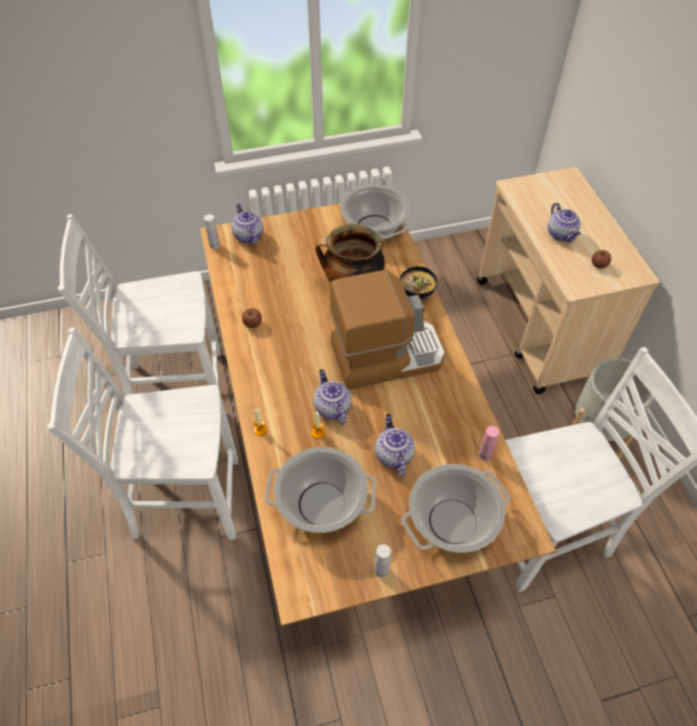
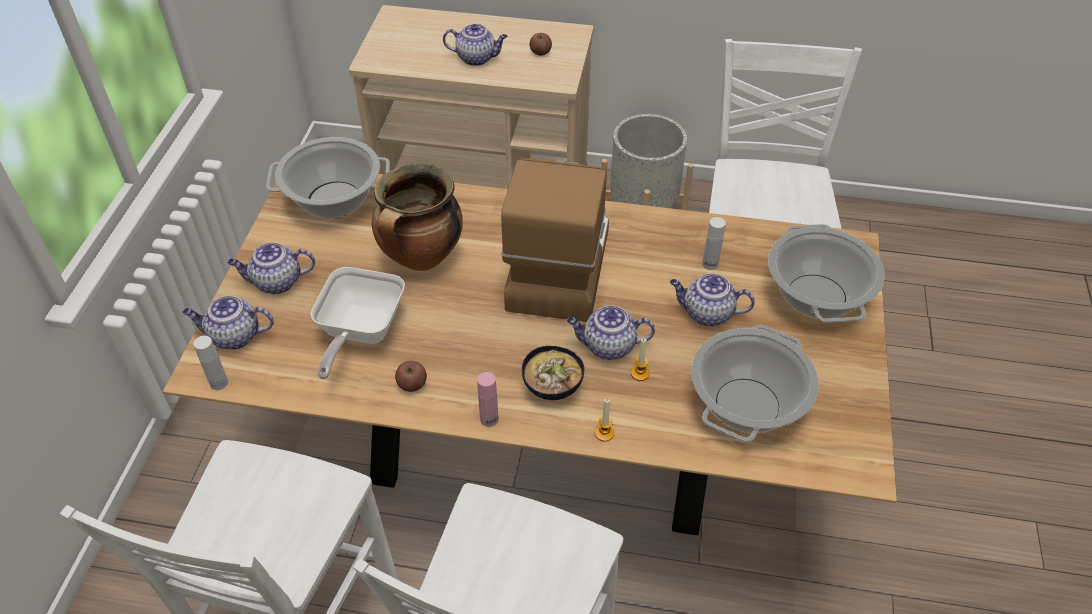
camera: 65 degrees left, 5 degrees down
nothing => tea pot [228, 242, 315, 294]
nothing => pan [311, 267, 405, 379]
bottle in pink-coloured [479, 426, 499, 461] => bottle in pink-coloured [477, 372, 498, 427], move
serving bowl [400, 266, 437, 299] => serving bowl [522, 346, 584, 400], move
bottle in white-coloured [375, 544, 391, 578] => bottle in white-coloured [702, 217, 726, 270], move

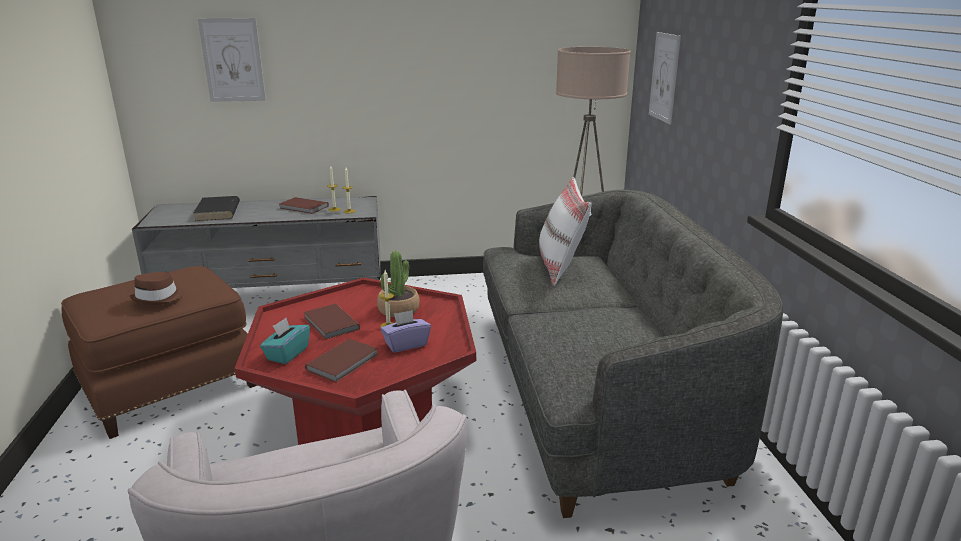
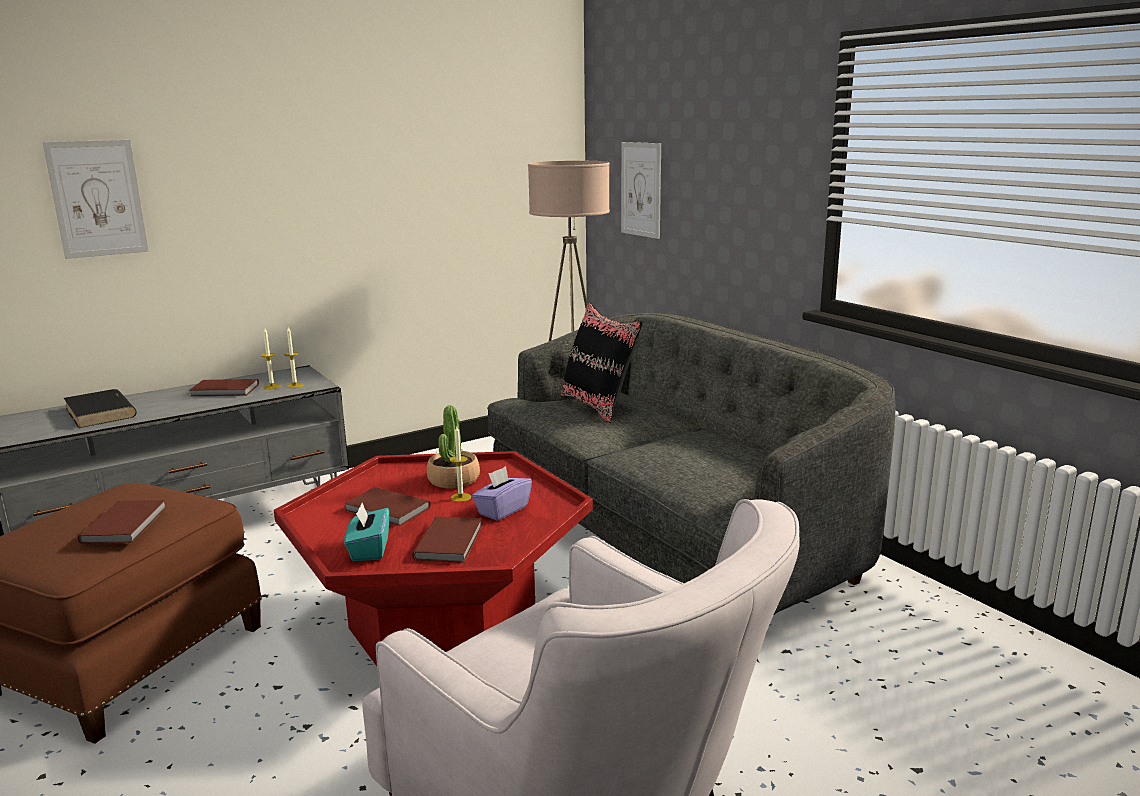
camera: 25 degrees left, 5 degrees down
hat in brownish [129, 272, 184, 305] => bound book in brownish [78, 500, 166, 544]
cushion in white-coloured [539, 177, 592, 286] => cushion in black [561, 303, 643, 423]

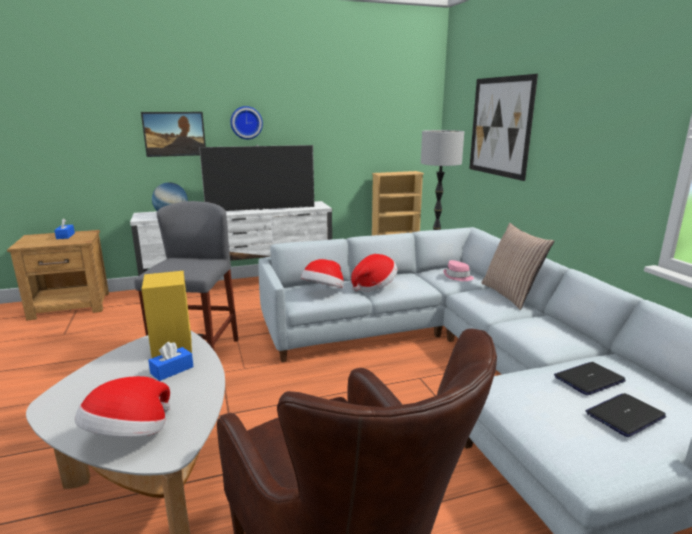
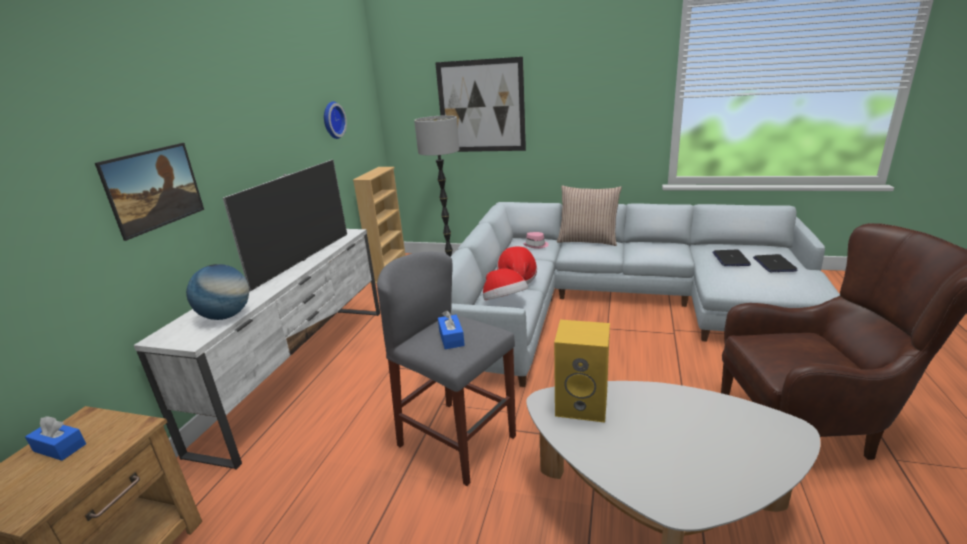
camera: 55 degrees left, 5 degrees up
clock on the wall [230, 106, 263, 139] => clock on the wall [324, 101, 347, 139], move
box of tissues in bluish [148, 342, 194, 381] => box of tissues in bluish [438, 310, 465, 349], move
hat [74, 376, 170, 437] => nothing

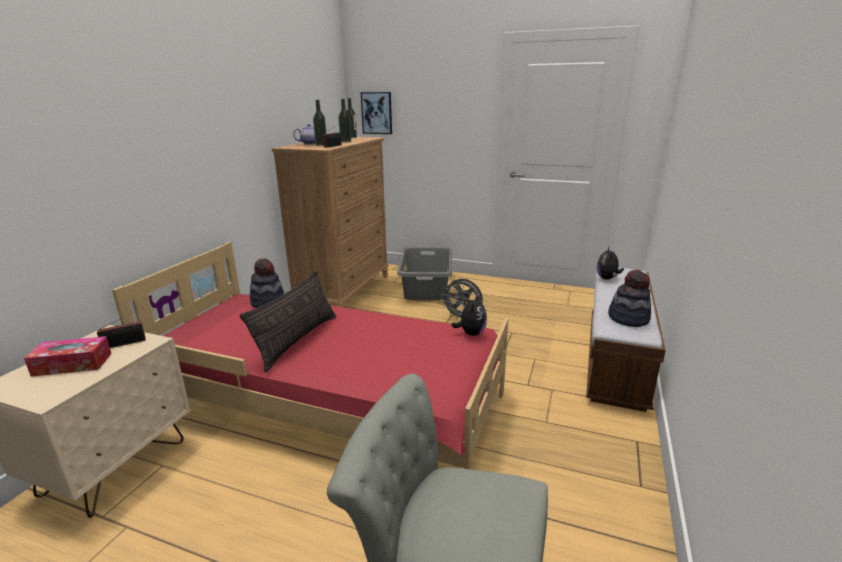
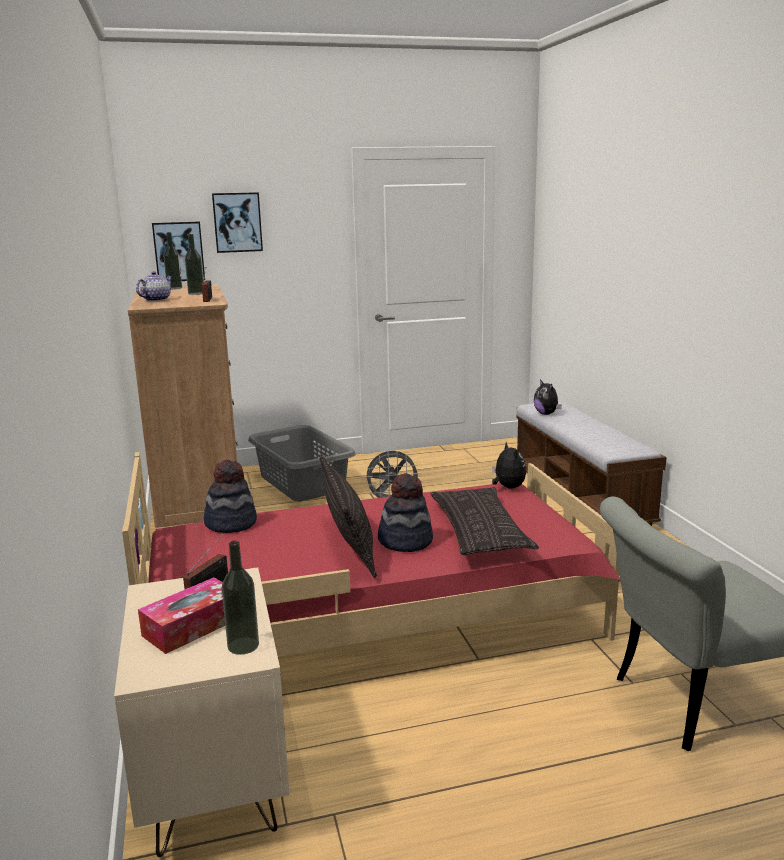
camera: 35 degrees left, 5 degrees down
nothing => wall art [212, 192, 263, 253]
bottle [313, 100, 326, 146] => bottle [222, 541, 259, 655], move
hat [608, 269, 651, 327] => hat [378, 473, 433, 552], move
nothing => cushion [430, 487, 539, 555]

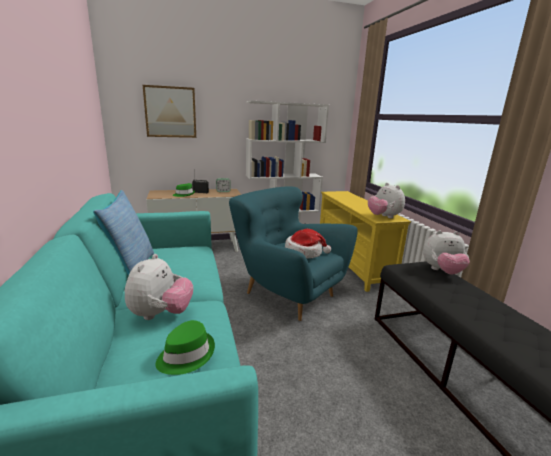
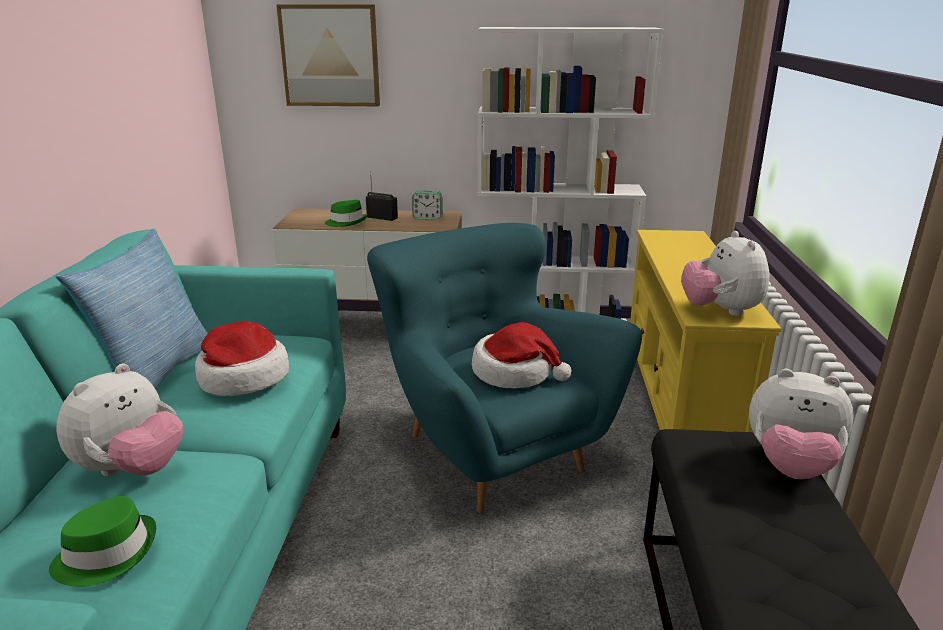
camera: 20 degrees right, 5 degrees up
nothing => hat [195, 321, 289, 396]

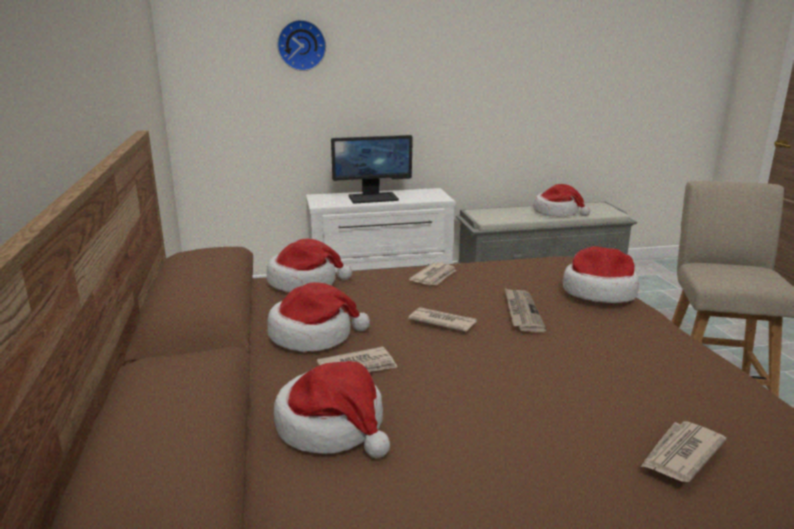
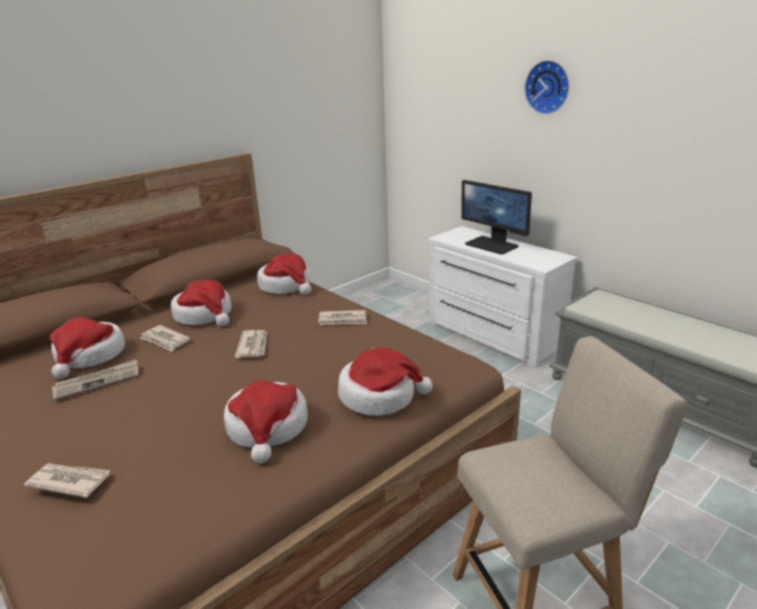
camera: 60 degrees right, 5 degrees up
newspaper [505, 288, 546, 332] => newspaper [52, 359, 139, 400], move
hat [533, 184, 590, 216] => hat [224, 380, 308, 464], move
clock on the wall [277, 20, 326, 71] => clock on the wall [525, 60, 569, 114], move

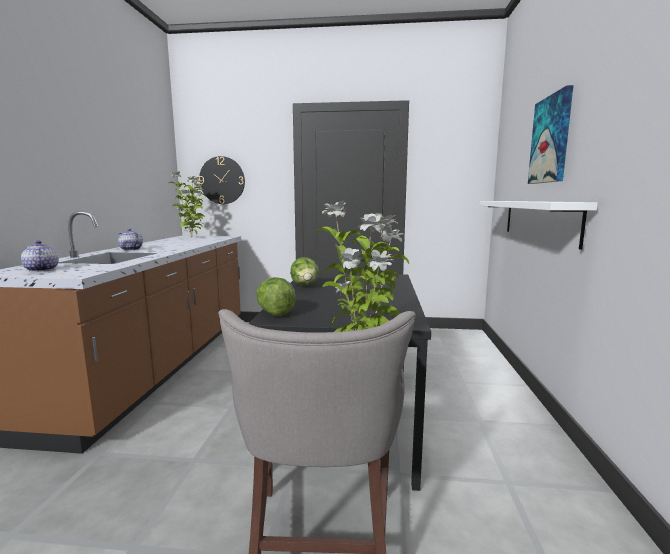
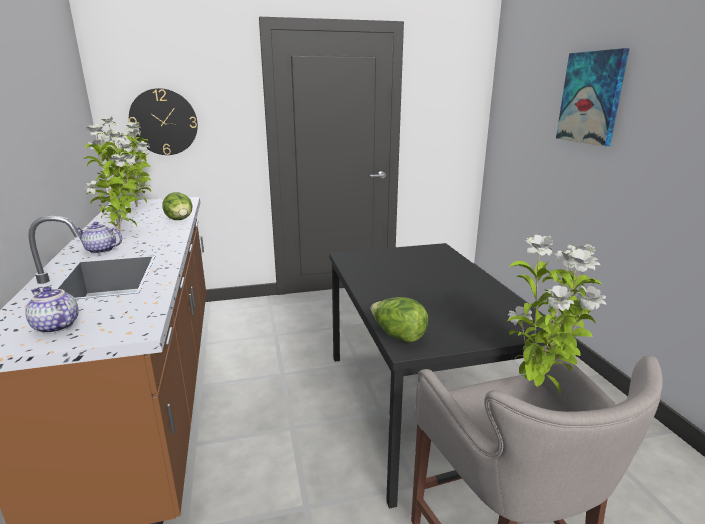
camera: 20 degrees left, 10 degrees up
nothing => plant in a pot [84, 124, 141, 231]
head of lettuce [290, 257, 319, 286] => head of lettuce [163, 192, 193, 220], move
wall shelf in white-coloured [480, 201, 598, 250] => nothing

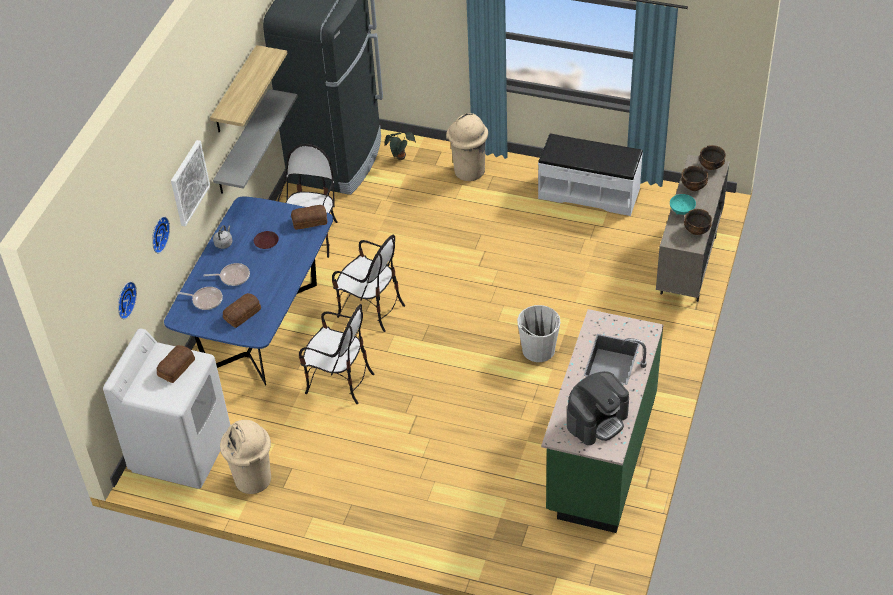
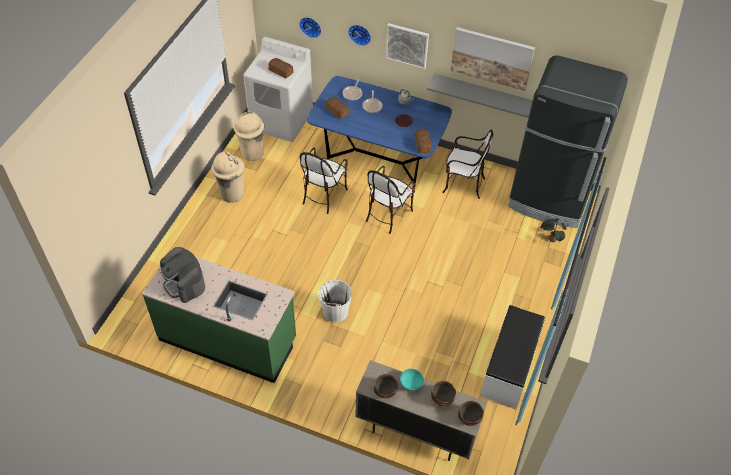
camera: 90 degrees right, 5 degrees up
rubbish bin in beige-coloured [446, 113, 488, 181] => rubbish bin in beige-coloured [211, 151, 244, 203], move
wall shelf [210, 45, 287, 132] => wall art [450, 27, 535, 91]

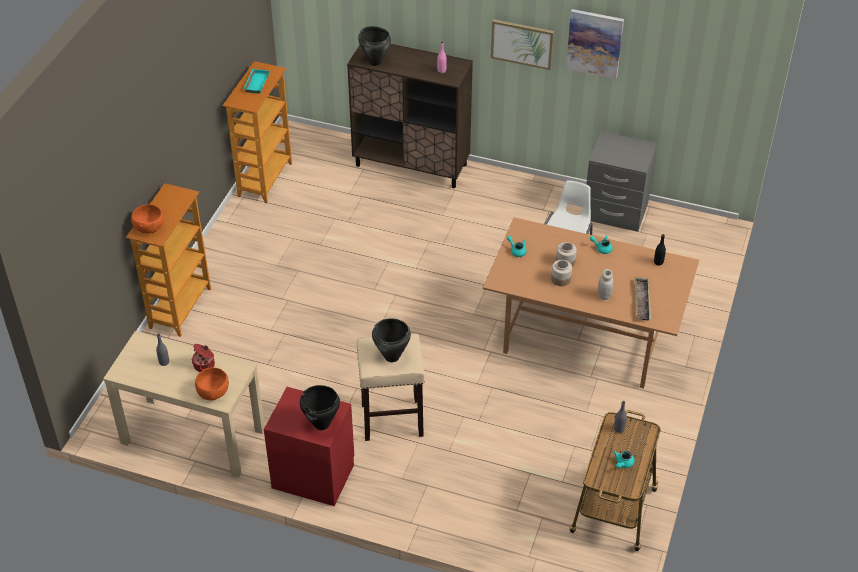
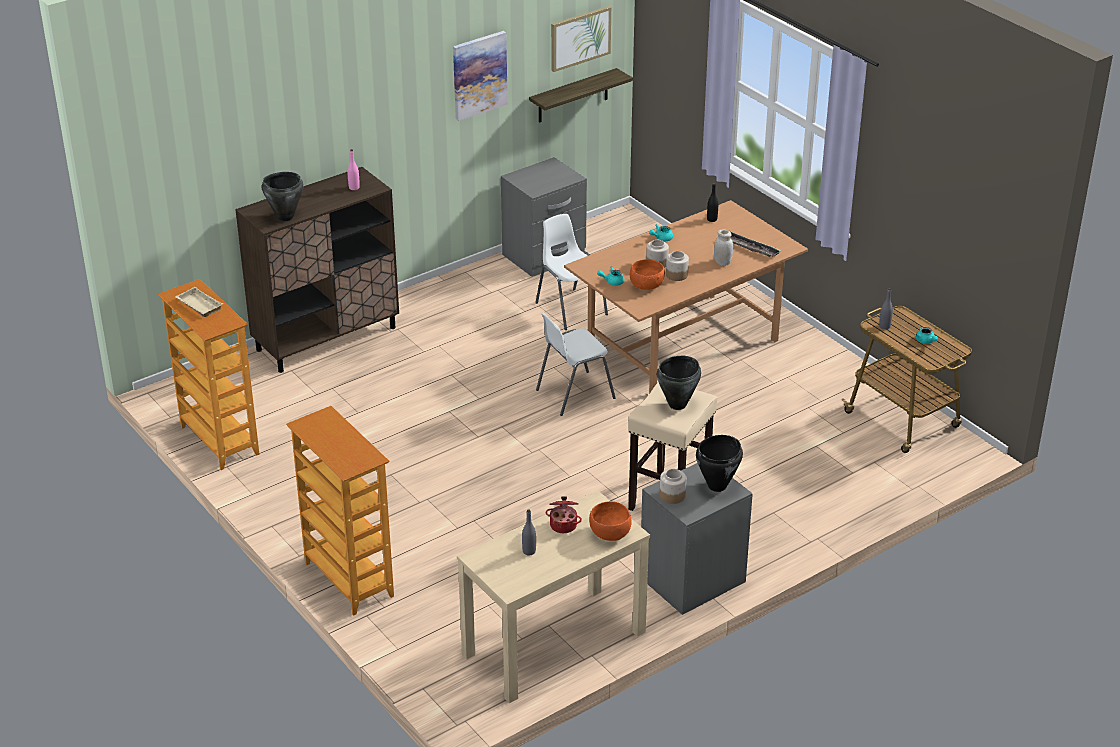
camera: 55 degrees left, 10 degrees down
carrying tray in turquoise-coloured [243, 69, 270, 94] => carrying tray in beige-coloured [175, 287, 223, 317]
nothing => wall shelf [529, 68, 633, 123]
nothing => chair in white-coloured [536, 313, 616, 416]
wall art [491, 19, 554, 70] => wall art [551, 6, 611, 72], move
serving bowl in orangey [131, 205, 164, 234] => serving bowl in orangey [630, 259, 665, 290], move
nightstand in red-coloured [264, 387, 354, 506] => nightstand in gray [641, 463, 753, 615]
nothing => storage jar [660, 469, 686, 504]

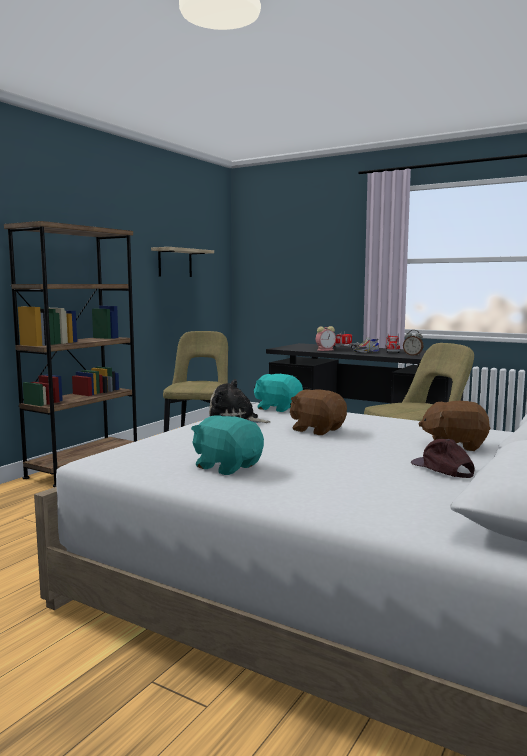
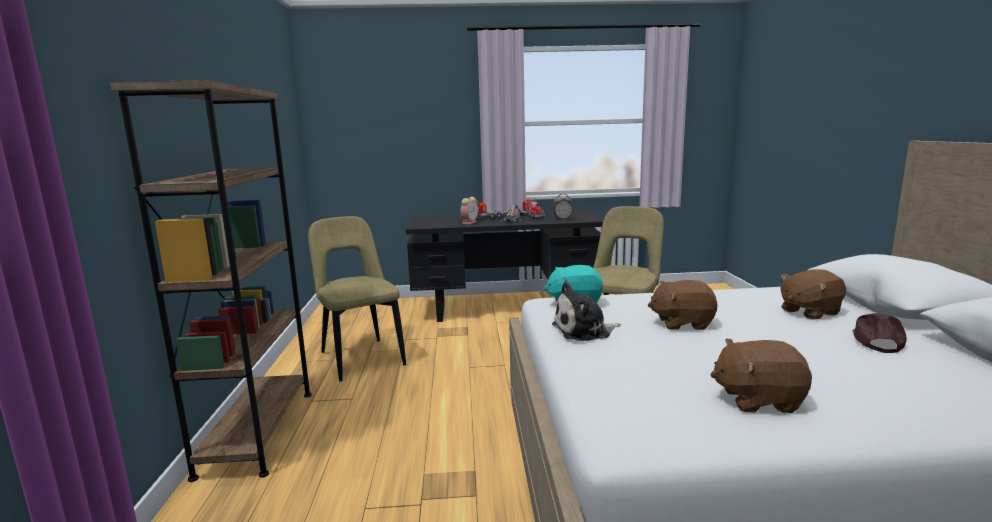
camera: 35 degrees left, 5 degrees up
plush toy in turquoise-coloured [191, 416, 264, 475] => plush toy in brownish [710, 338, 812, 413]
peaked cap in brownish [411, 439, 475, 478] => peaked cap in brownish [853, 313, 907, 353], 90 degrees clockwise
wall shelf [151, 247, 214, 277] => nothing

